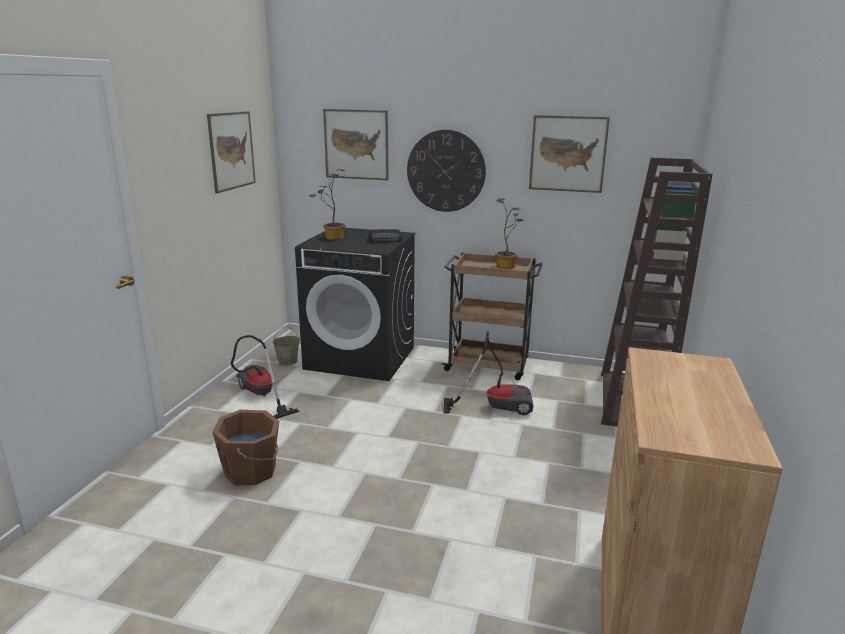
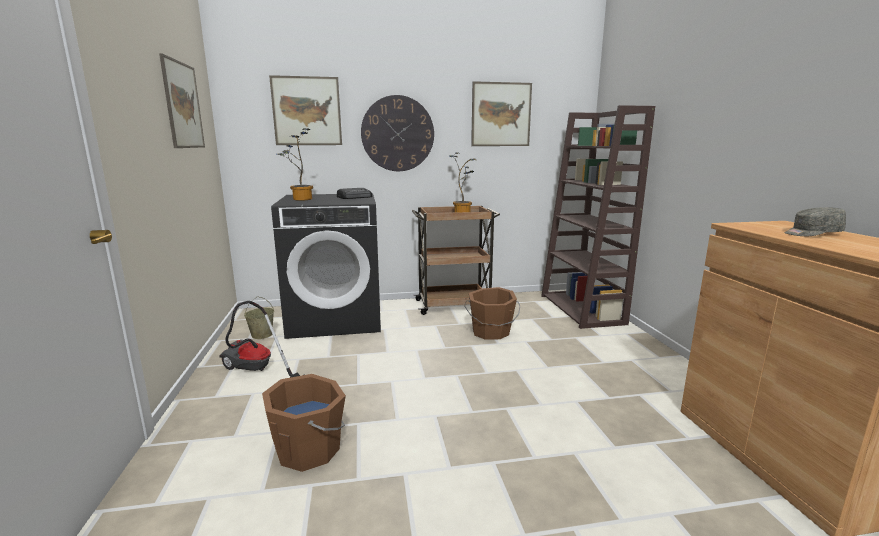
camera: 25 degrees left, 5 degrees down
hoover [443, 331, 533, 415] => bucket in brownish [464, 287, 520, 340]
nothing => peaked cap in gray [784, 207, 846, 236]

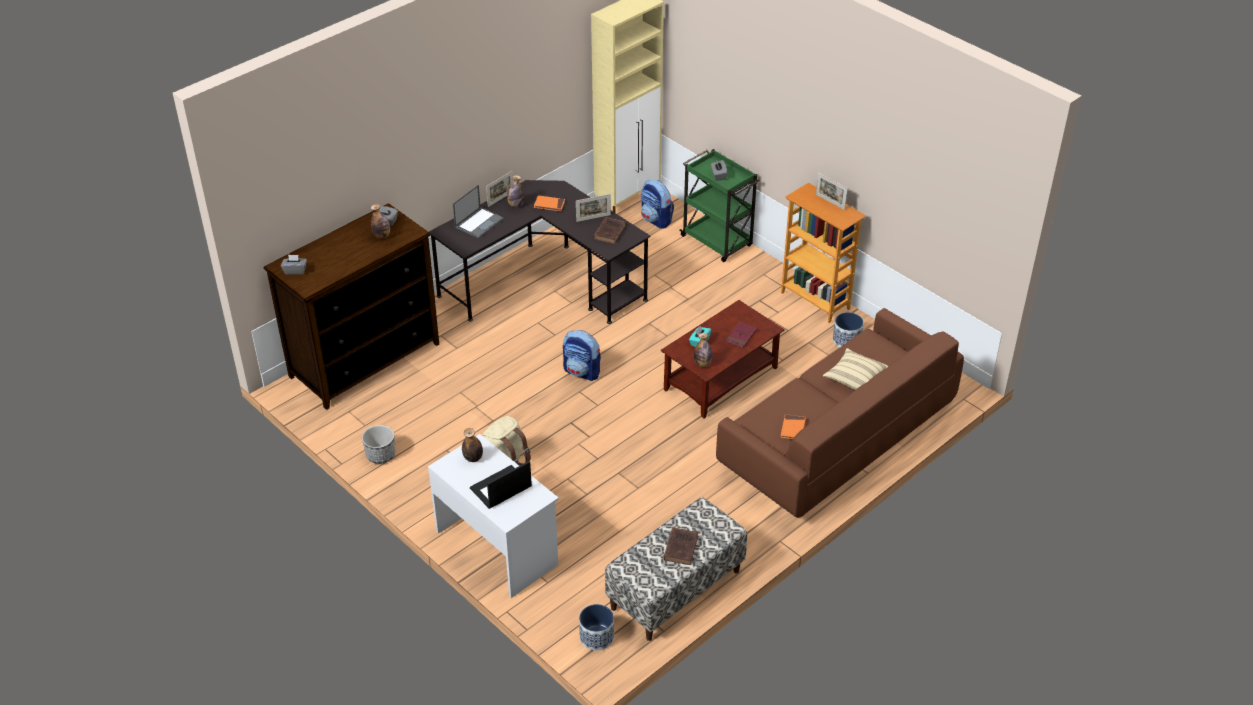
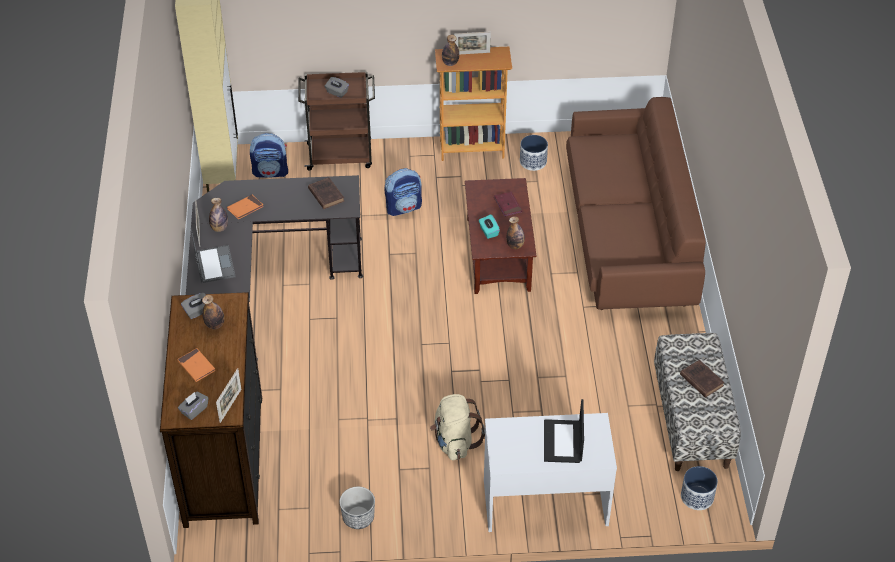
camera: 50 degrees left, 5 degrees up
bound book in orangey [780, 414, 806, 439] => bound book in orangey [177, 348, 216, 382], move
photo frame [576, 194, 611, 222] => photo frame [216, 368, 241, 423], move
cart in green-coloured [680, 149, 760, 262] => cart in brownish [298, 72, 375, 171]
rucksack [563, 330, 601, 381] => rucksack [385, 168, 422, 216], move
bottle [462, 428, 483, 462] => bottle [442, 35, 459, 66], move
cushion in beige-coloured [823, 348, 888, 390] => nothing

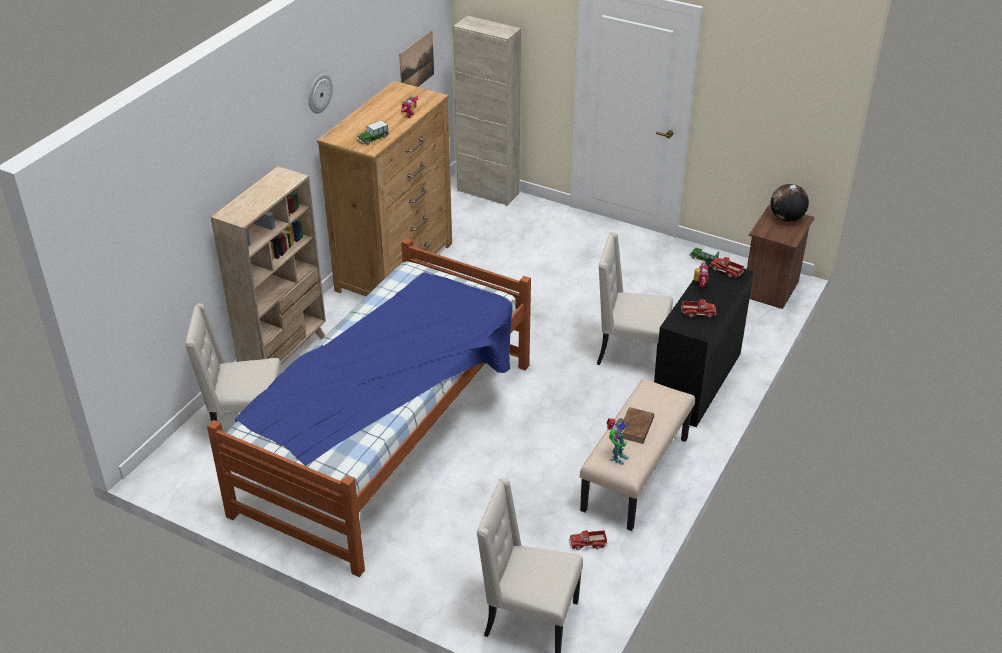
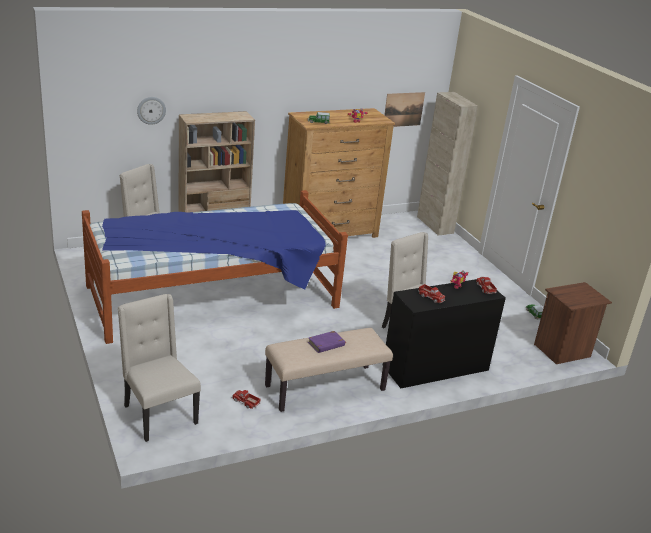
camera: 35 degrees right, 10 degrees down
clock on the wall [309, 74, 333, 114] => clock on the wall [137, 97, 166, 125], move
bound book in brownish [622, 407, 654, 444] => bound book in purplish [308, 331, 347, 353]
toy robot [606, 418, 629, 465] => nothing
world globe [770, 184, 809, 222] => nothing

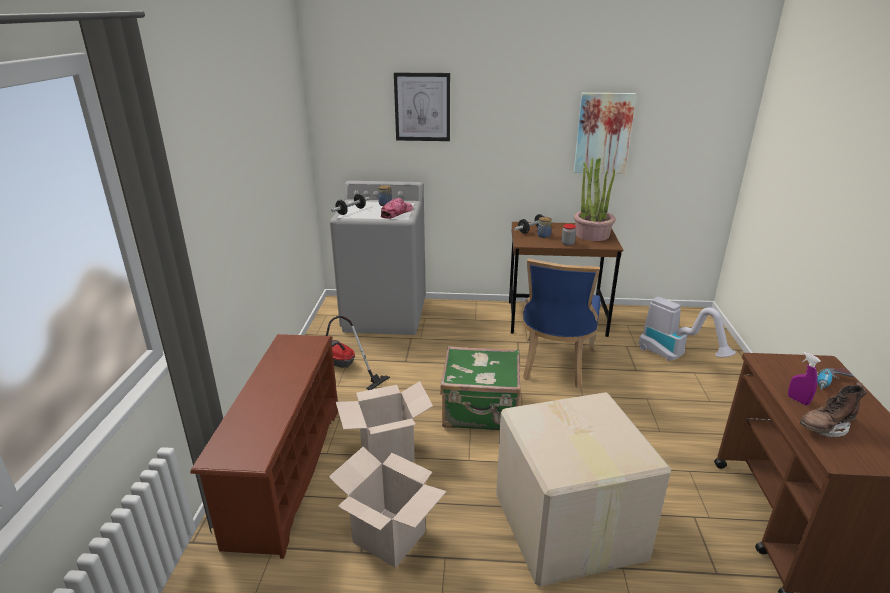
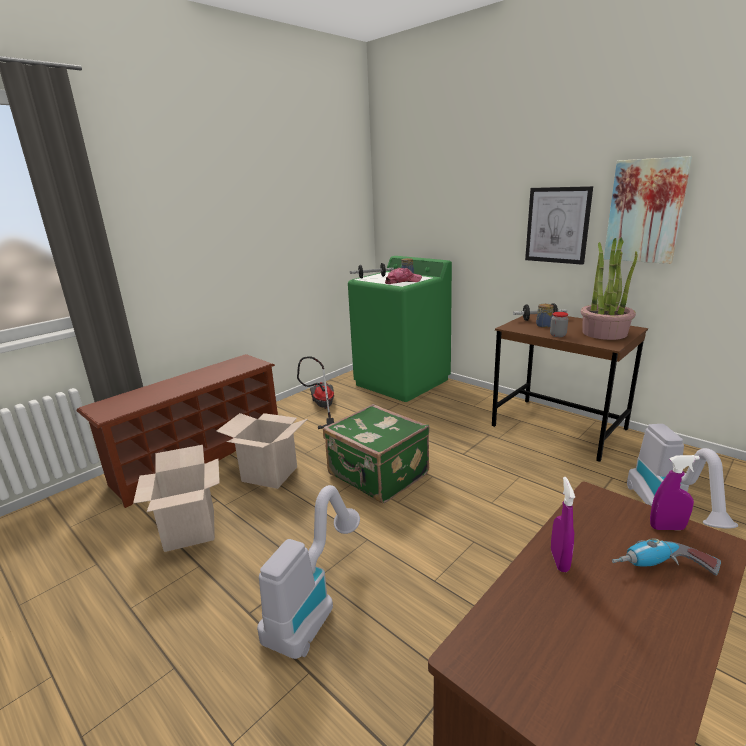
camera: 40 degrees right, 5 degrees down
carton [496, 392, 671, 586] => hoover [257, 485, 360, 659]
laundry machine in gray [330, 181, 426, 335] => laundry machine in green-coloured [348, 256, 452, 402]
wall art [394, 73, 450, 141] => wall art [525, 186, 593, 265], move
nothing => spray bottle in purplish [650, 455, 700, 530]
chair in bluish [523, 259, 601, 389] => nothing
high-top boot in brownish [800, 382, 867, 437] => nothing

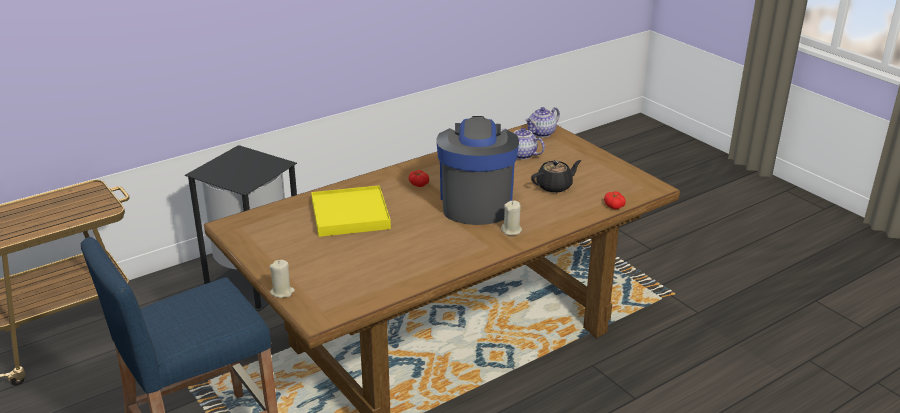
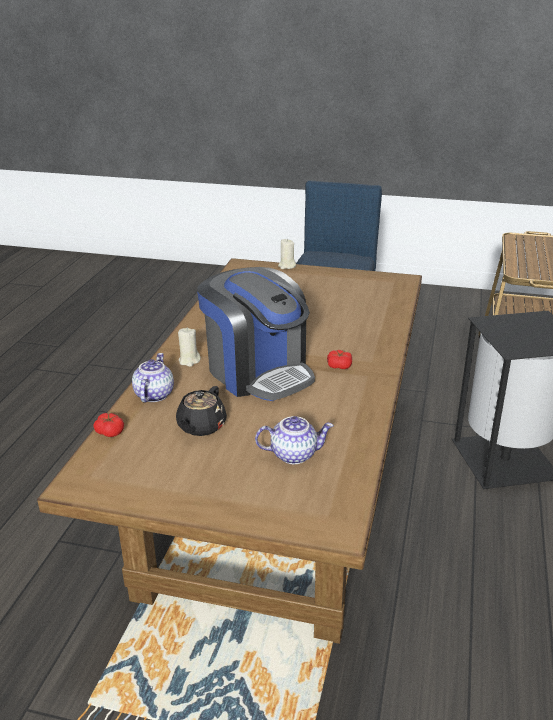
camera: 140 degrees right, 0 degrees up
tea pot [525, 107, 560, 137] => tea pot [132, 353, 174, 403], move
carrying tray in yellowish [311, 185, 391, 237] => nothing

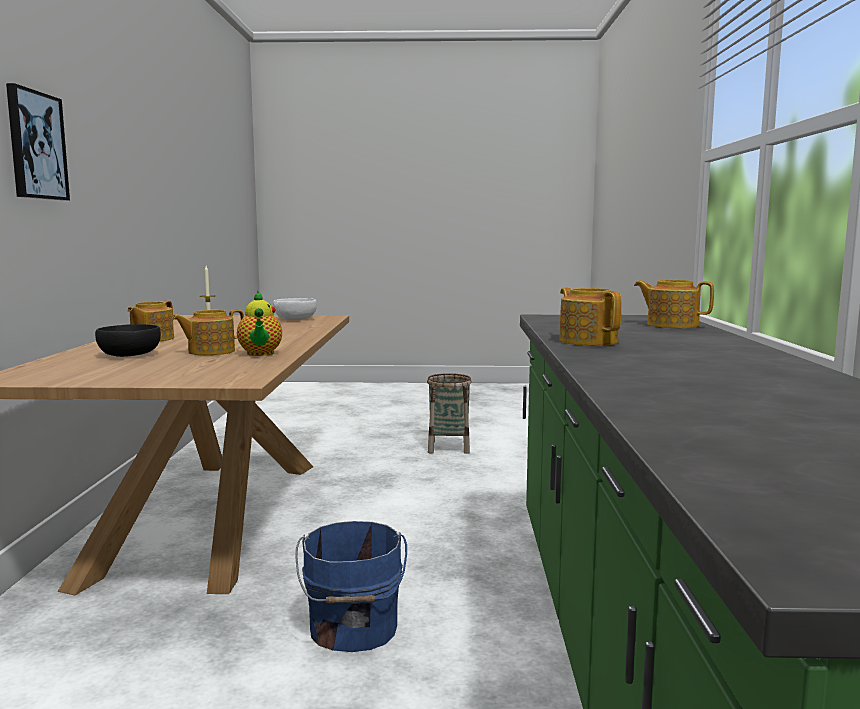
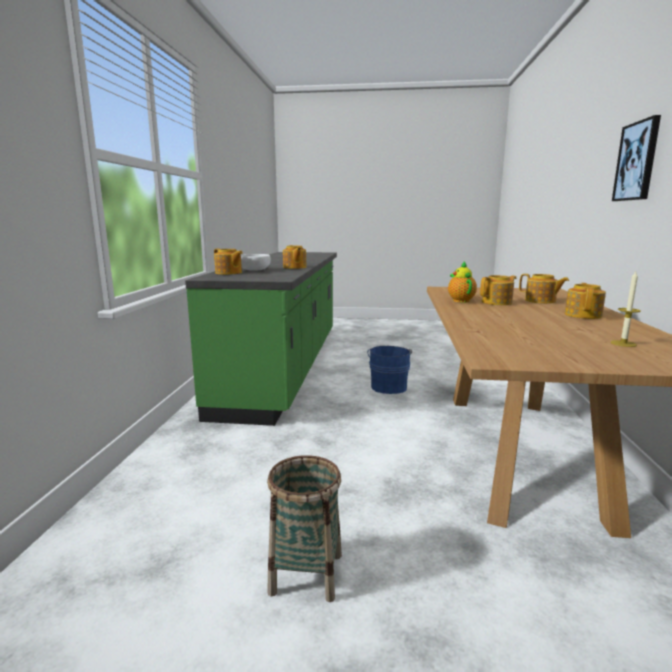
camera: 175 degrees left, 5 degrees up
serving bowl in white-coloured [273, 298, 317, 320] => serving bowl in white-coloured [241, 254, 271, 271], move
serving bowl in black [95, 324, 161, 357] => tea pot [519, 274, 569, 304]

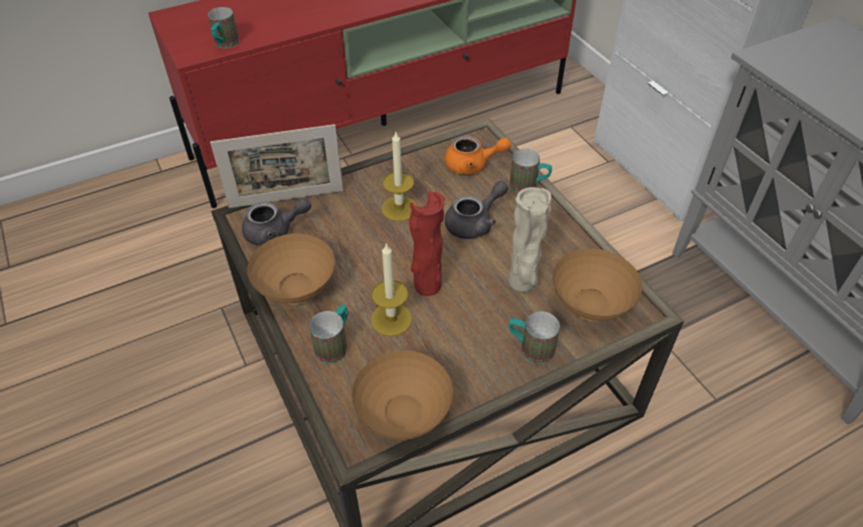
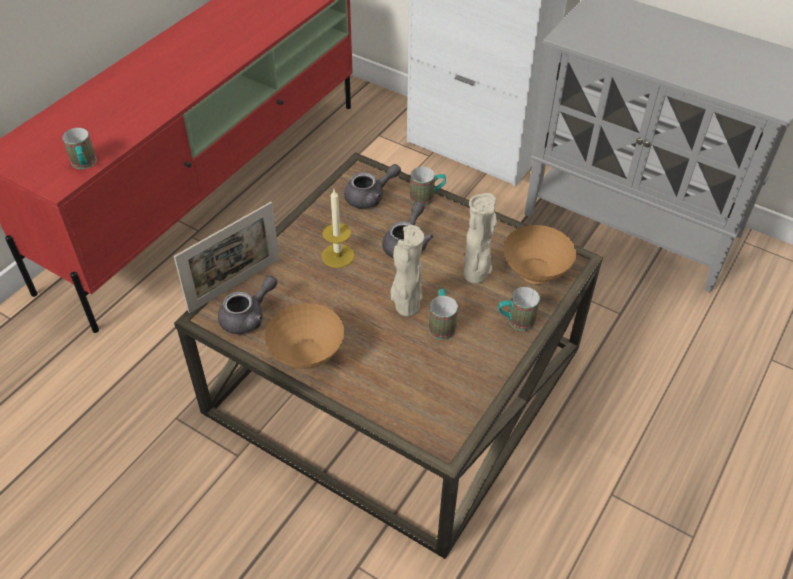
camera: 30 degrees left, 0 degrees up
tea pot in orangey [445, 135, 511, 175] => tea pot in gray [344, 164, 401, 209]
vase in red-coloured [409, 191, 445, 296] => vase in beige-coloured [391, 225, 424, 317]
tea mug [309, 304, 348, 364] => tea mug [429, 289, 458, 340], move
serving bowl in brownish [352, 350, 453, 440] => nothing
wax candle [371, 243, 412, 336] => nothing

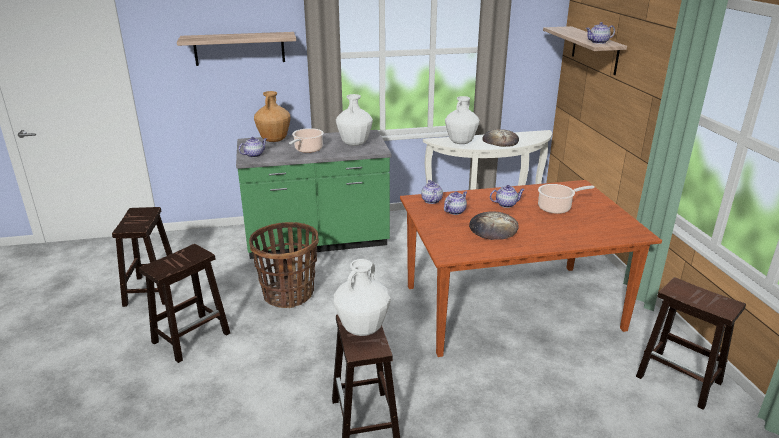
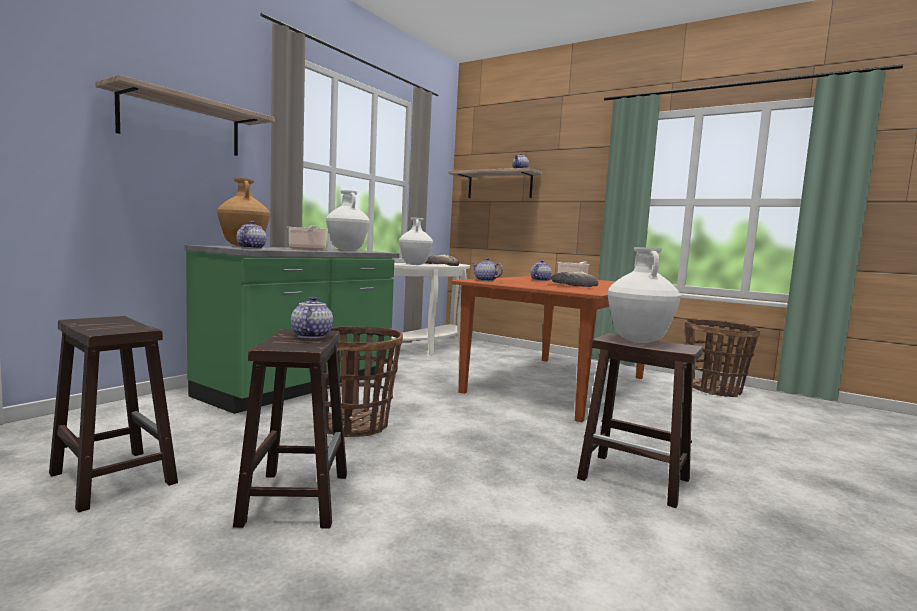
camera: 45 degrees left, 20 degrees down
tea pot [444, 191, 467, 215] => tea pot [291, 296, 333, 338], move
stool in brownish [636, 277, 746, 410] => storage basket [685, 320, 761, 397]

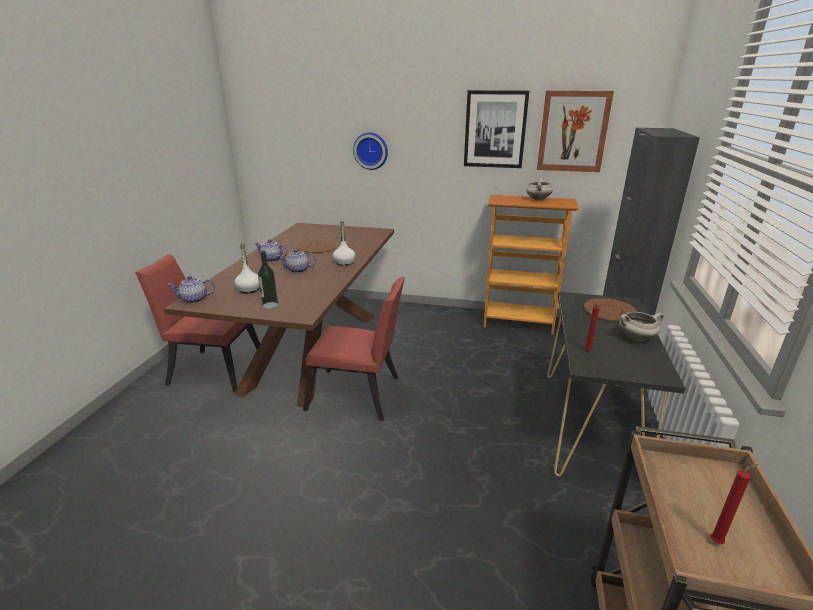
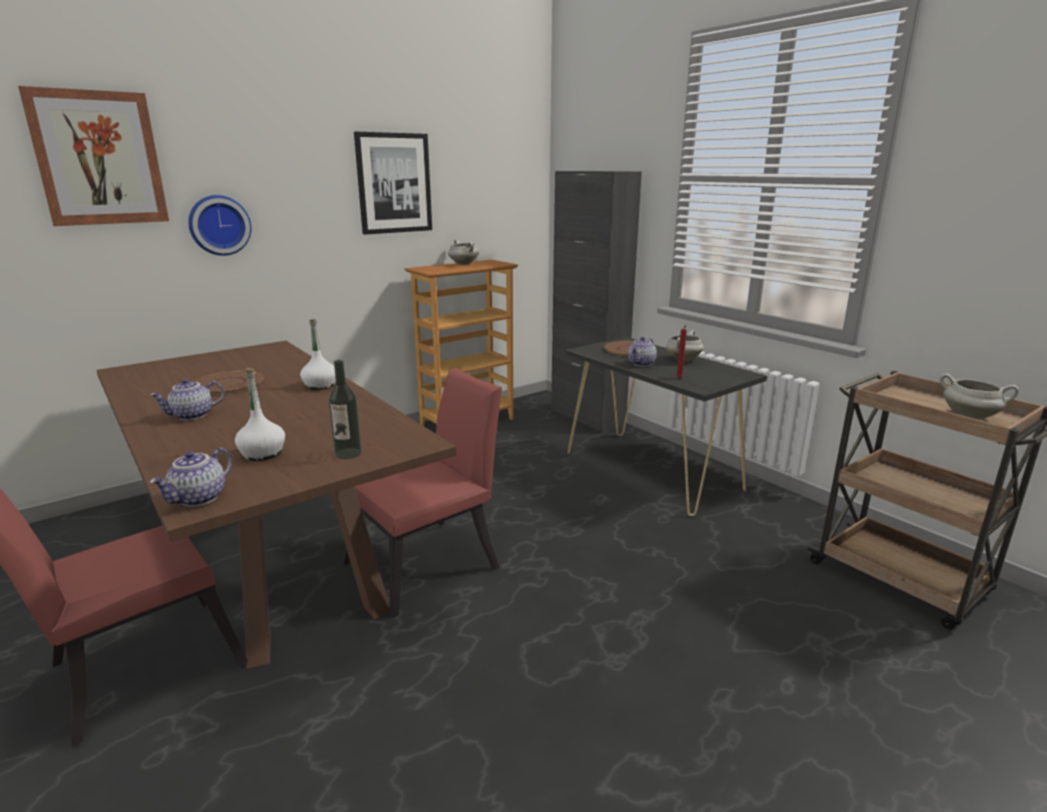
camera: 50 degrees left, 5 degrees down
wall art [537, 91, 614, 172] => wall art [18, 86, 169, 226], move
tea pot [278, 249, 316, 273] => tea pot [628, 337, 657, 367], move
wax candle in red-coloured [710, 464, 758, 544] => saucepot in white-coloured [940, 374, 1019, 420]

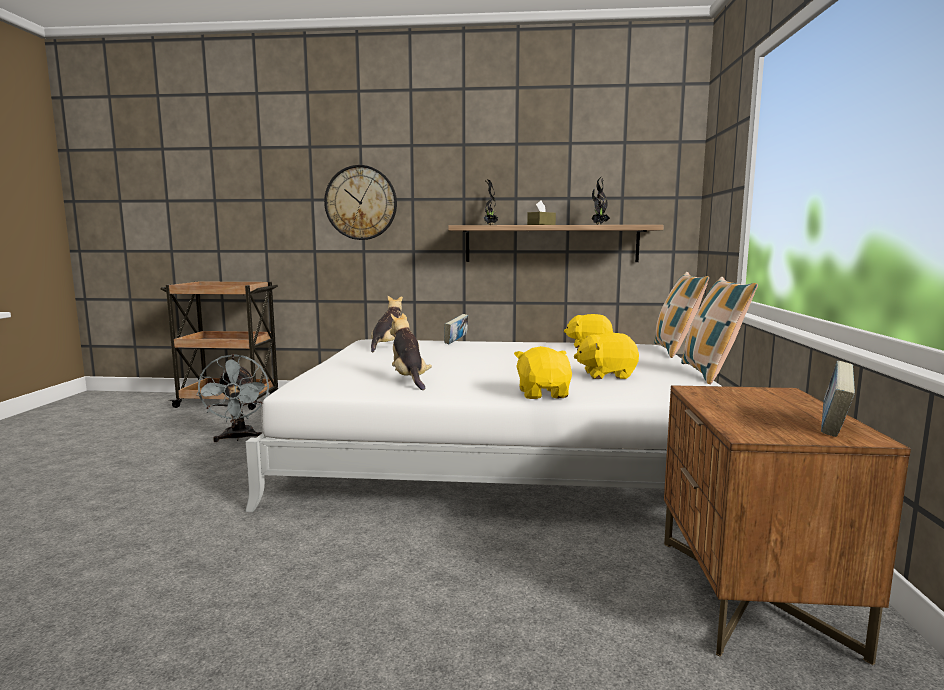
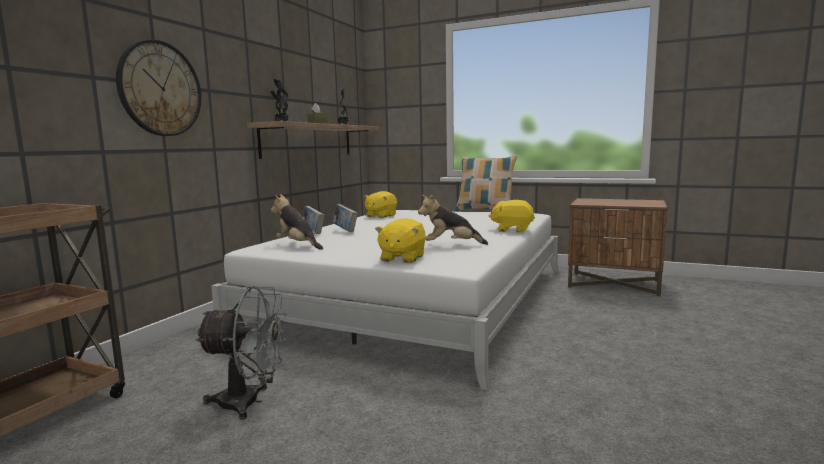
camera: 70 degrees left, 0 degrees up
bound book [821, 361, 855, 437] => bound book [333, 204, 358, 232], move
plush toy in yellowish [574, 333, 639, 379] => plush toy in yellowish [375, 218, 426, 263], move
cushion [654, 272, 709, 358] => nothing

